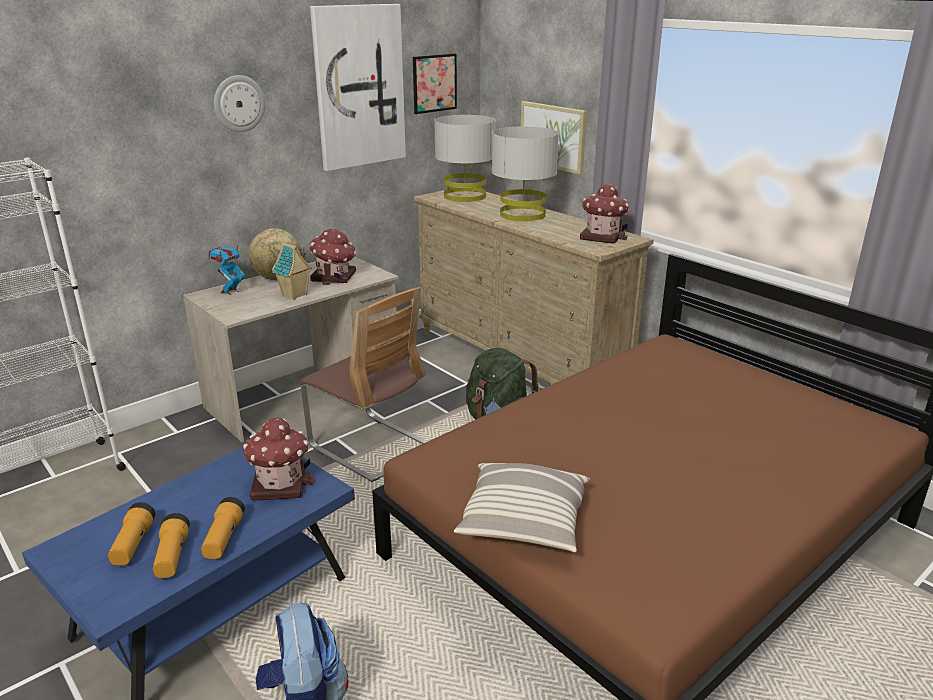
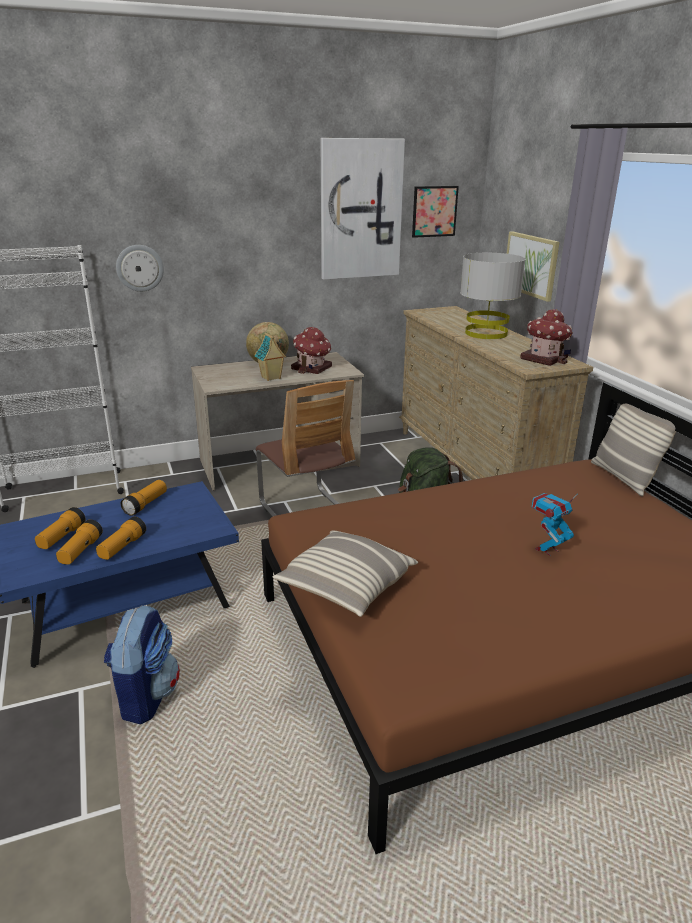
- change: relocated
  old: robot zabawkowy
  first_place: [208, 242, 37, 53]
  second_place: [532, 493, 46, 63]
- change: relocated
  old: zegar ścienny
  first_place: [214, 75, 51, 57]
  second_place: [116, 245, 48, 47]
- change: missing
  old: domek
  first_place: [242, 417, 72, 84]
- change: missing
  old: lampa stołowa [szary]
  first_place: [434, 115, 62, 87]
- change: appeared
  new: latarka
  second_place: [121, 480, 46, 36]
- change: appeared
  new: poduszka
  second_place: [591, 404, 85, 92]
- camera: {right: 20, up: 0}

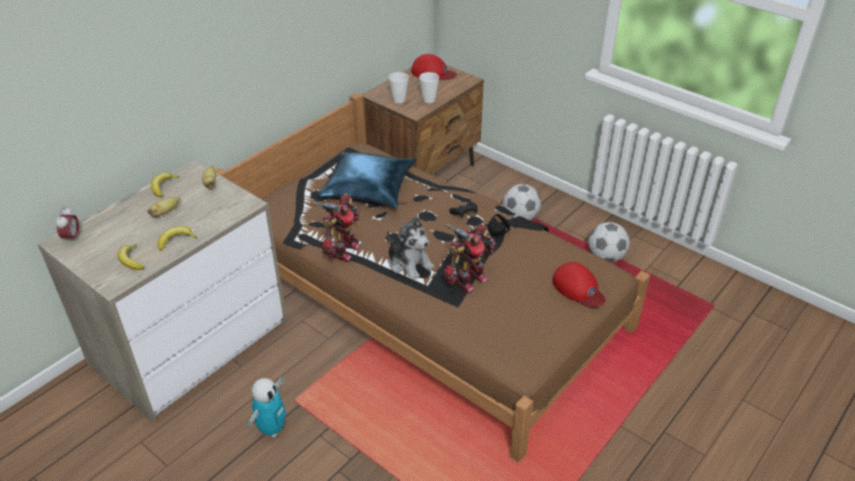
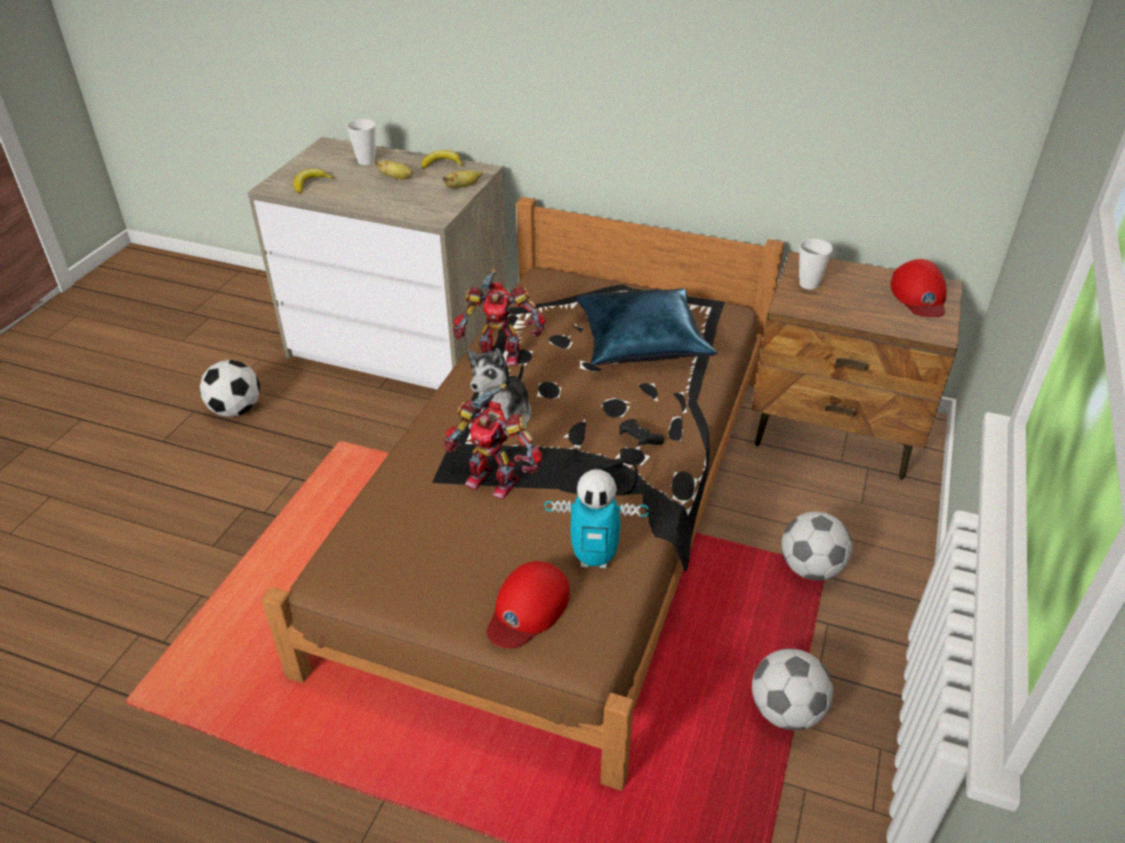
- change: missing
  old: budzik
  first_place: [55, 207, 25, 37]
- change: missing
  old: banan
  first_place: [157, 226, 40, 25]
- change: relocated
  old: robot zabawkowy
  first_place: [248, 376, 38, 61]
  second_place: [544, 469, 105, 99]
- change: relocated
  old: filiżanka
  first_place: [419, 72, 20, 31]
  second_place: [347, 119, 29, 46]
- change: appeared
  new: piłka futbolowa
  second_place: [200, 360, 60, 57]
- camera: {right: 70, up: 0}

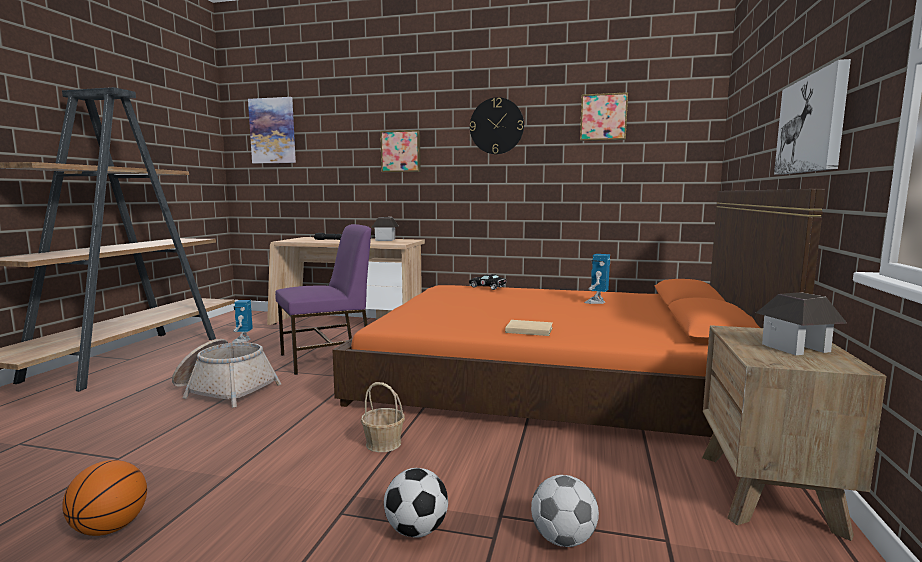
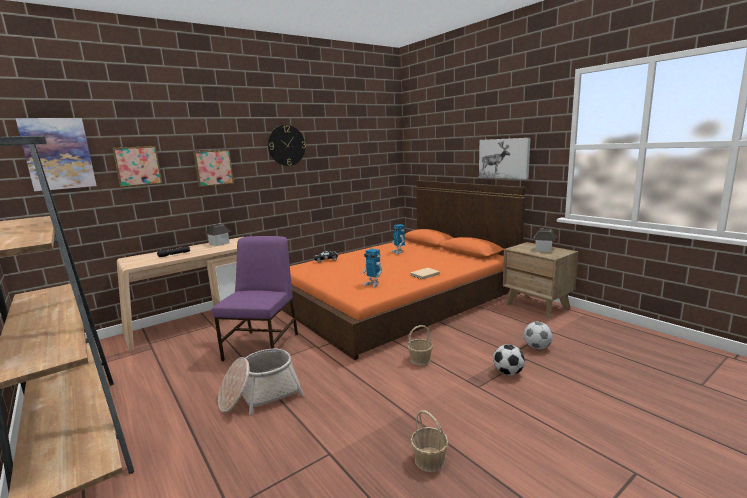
- change: exchanged
  old: piłka do koszykówki
  new: koszyk
  first_place: [62, 460, 85, 76]
  second_place: [411, 410, 38, 62]
- change: relocated
  old: robot zabawkowy
  first_place: [232, 300, 21, 43]
  second_place: [362, 249, 21, 39]
- change: relocated
  old: obraz
  first_place: [580, 92, 48, 49]
  second_place: [112, 146, 50, 41]
- camera: {right: -50, up: 5}

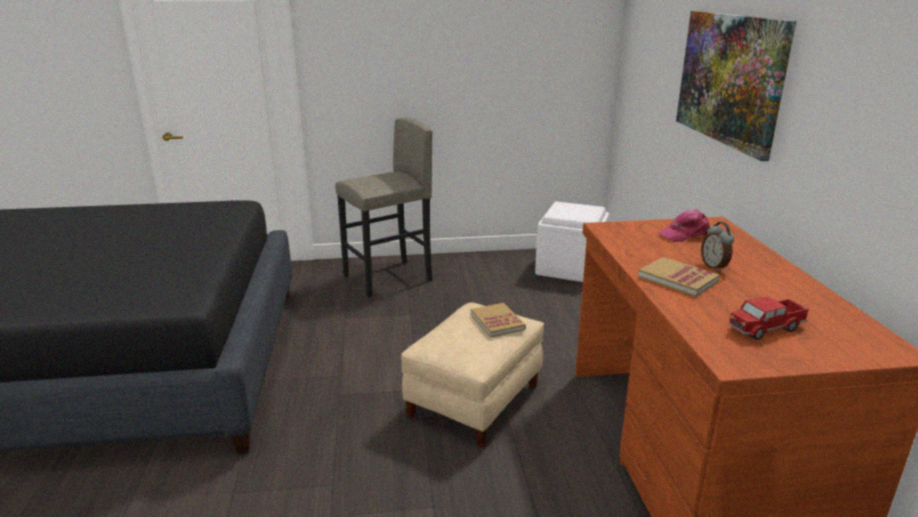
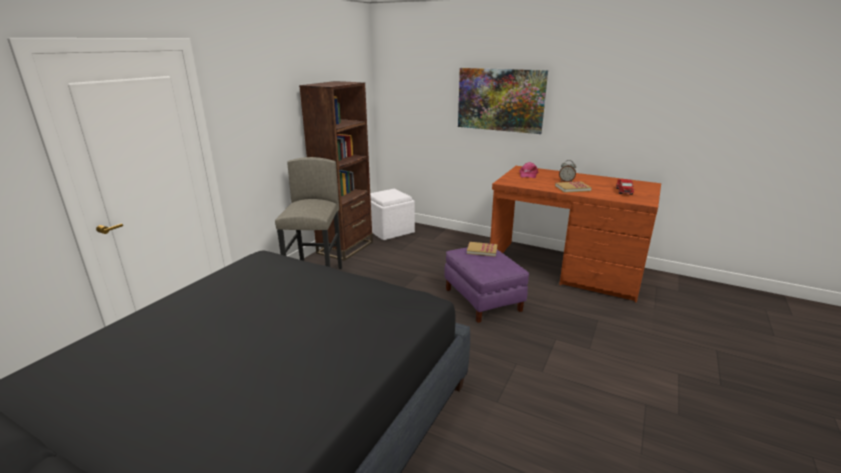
- change: colour
  old: pufa [beżowy]
  new: pufa [fioletowy]
  first_place: [401, 302, 143, 146]
  second_place: [444, 247, 85, 76]
- change: appeared
  new: regał [brązowy]
  second_place: [299, 81, 74, 180]
- camera: {right: -55, up: 0}

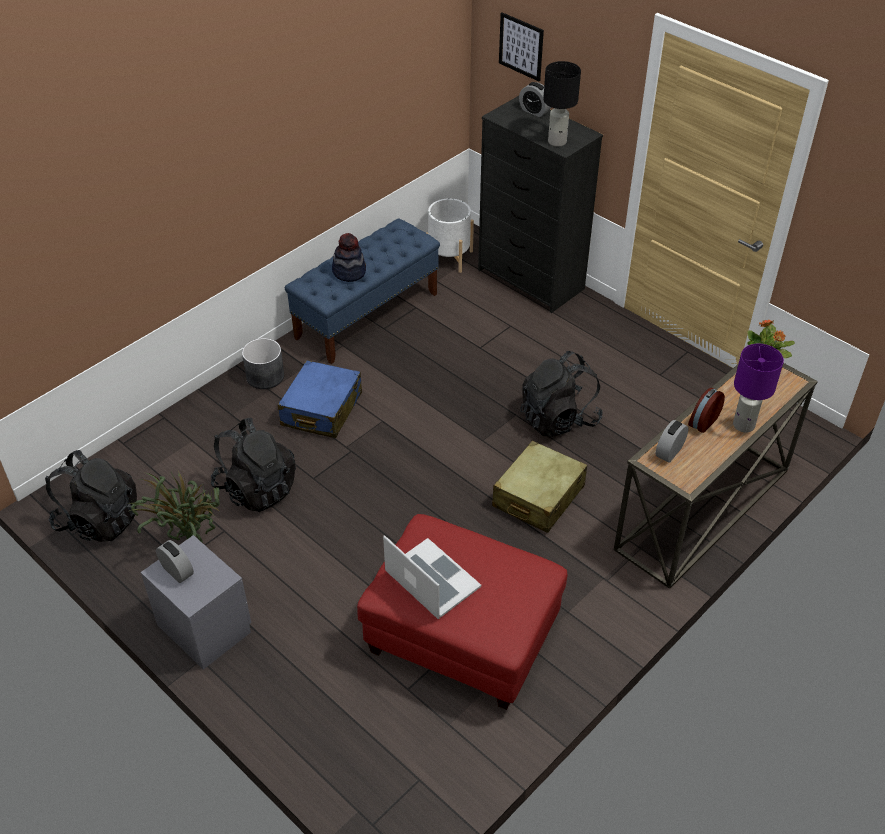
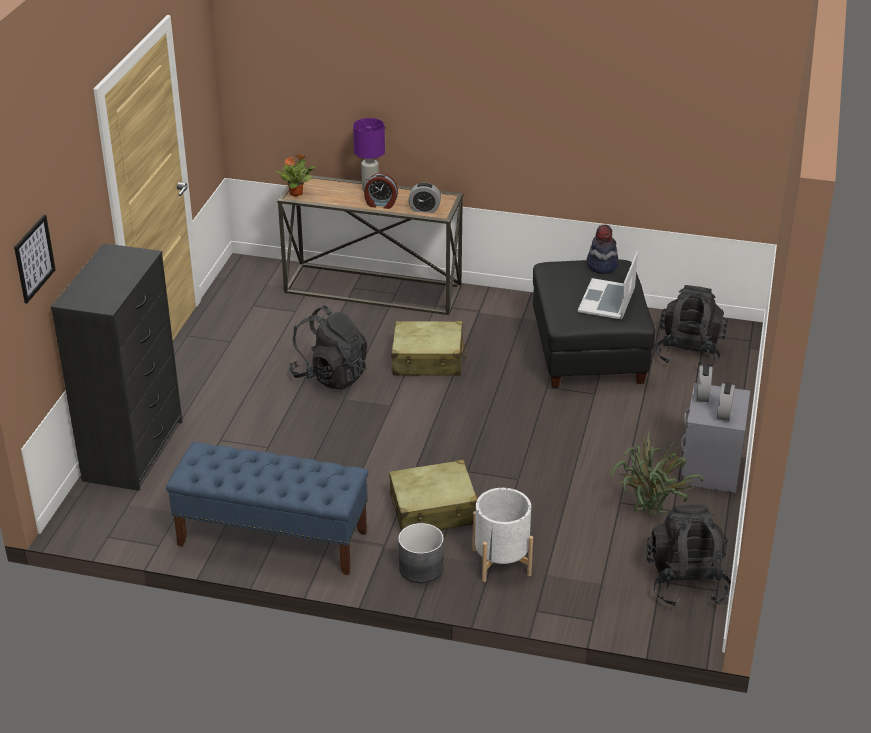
- change: relocated
  old: plecak [czarny]
  first_place: [211, 418, 85, 94]
  second_place: [655, 285, 73, 82]
- change: colour
  old: walizka [niebieski]
  new: walizka [beżowy]
  first_place: [278, 360, 84, 78]
  second_place: [389, 460, 89, 71]
- change: relocated
  old: kapelusz
  first_place: [332, 233, 34, 49]
  second_place: [587, 225, 32, 49]
- change: colour
  old: pufa [czerwony]
  new: pufa [czarny]
  first_place: [357, 514, 210, 196]
  second_place: [533, 259, 123, 129]
- change: relocated
  old: donica [biały]
  first_place: [426, 198, 48, 75]
  second_place: [472, 488, 61, 94]
- change: relocated
  old: budzik
  first_place: [519, 82, 32, 35]
  second_place: [696, 365, 16, 37]
- change: missing
  old: lampa stołowa [czarny]
  first_place: [543, 61, 38, 86]
- camera: {right: -120, up: -10}

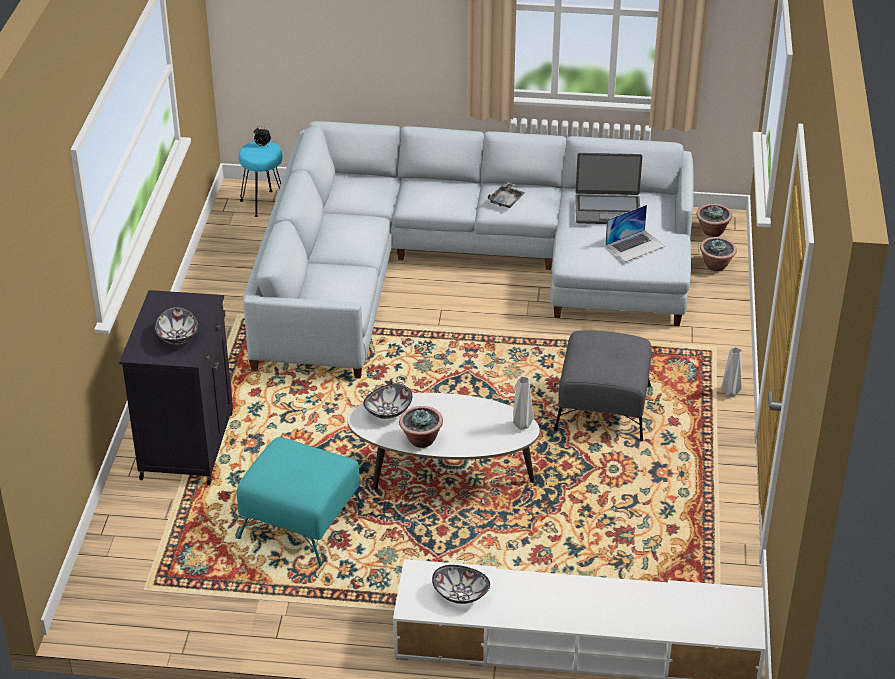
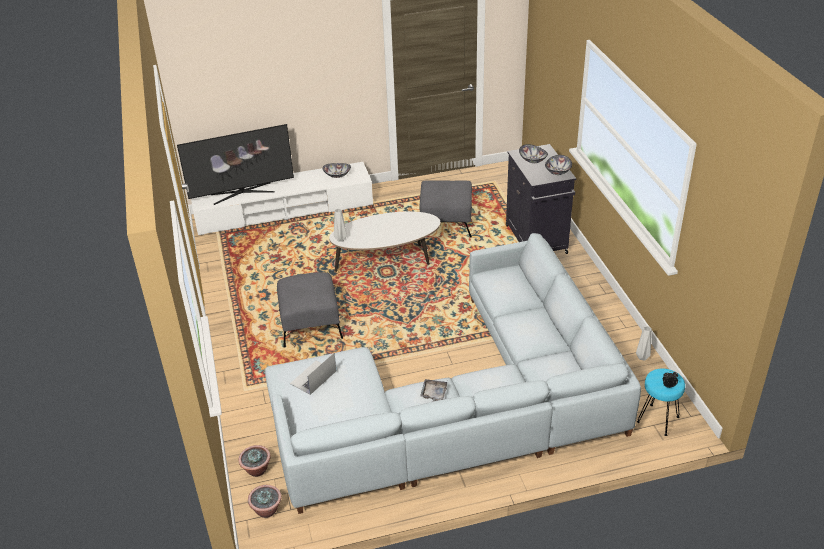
- change: colour
  old: pufa [turkusowy]
  new: pufa [szary]
  first_place: [237, 437, 127, 129]
  second_place: [420, 181, 52, 56]
- change: relocated
  old: miska
  first_place: [363, 383, 49, 36]
  second_place: [545, 155, 27, 20]
- change: missing
  old: roślina doniczkowa
  first_place: [399, 406, 44, 42]
- change: missing
  old: laptop
  first_place: [575, 153, 67, 71]
- change: relocated
  old: wazon [szary]
  first_place: [721, 347, 21, 49]
  second_place: [636, 326, 16, 35]
- change: appeared
  new: telewizor
  second_place: [177, 124, 117, 81]
- camera: {right: 160, up: 0}

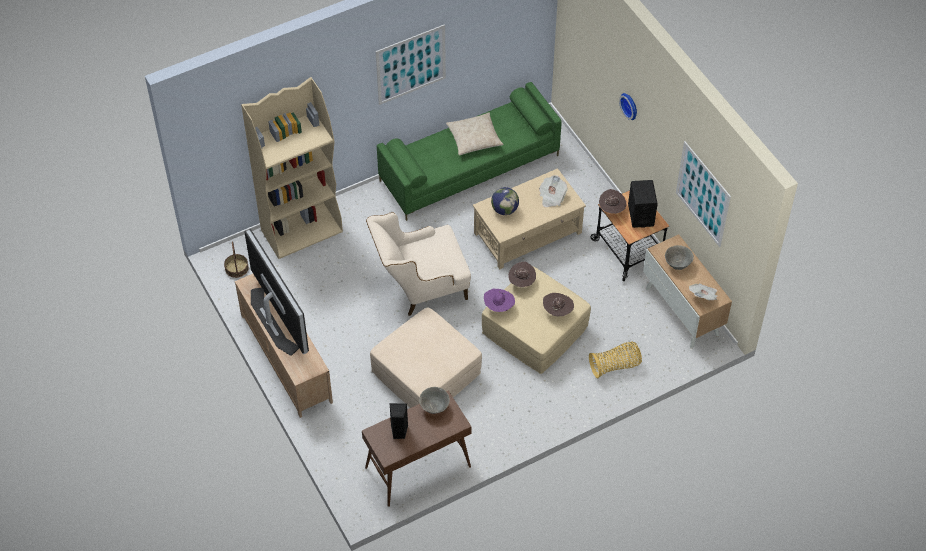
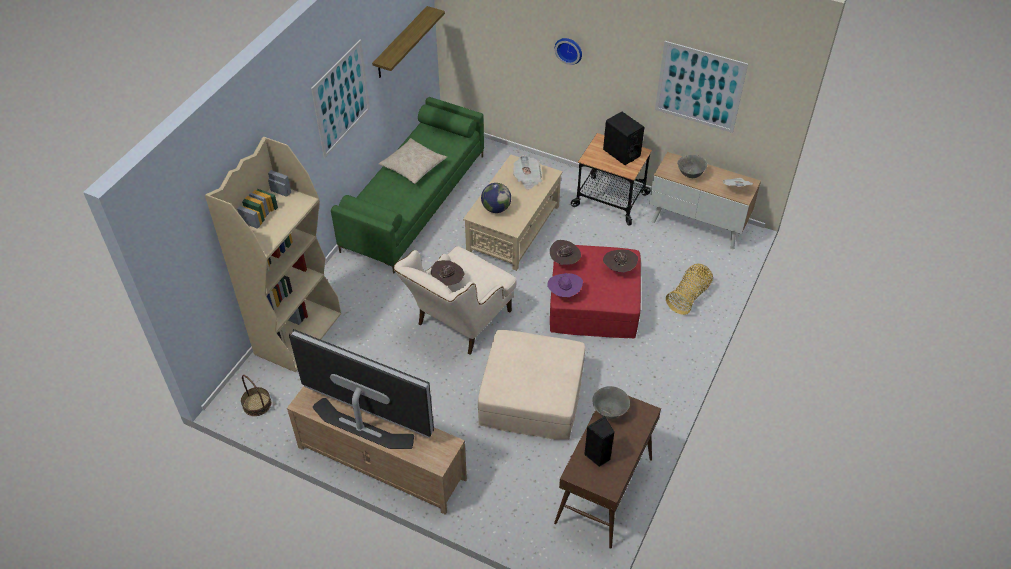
- change: colour
  old: pufa [beżowy]
  new: pufa [czerwony]
  first_place: [482, 267, 109, 107]
  second_place: [550, 245, 91, 93]
- change: relocated
  old: kapelusz [brązowy]
  first_place: [599, 189, 27, 25]
  second_place: [431, 260, 34, 26]
- change: appeared
  new: półka
  second_place: [372, 6, 73, 72]
- camera: {right: -35, up: -5}

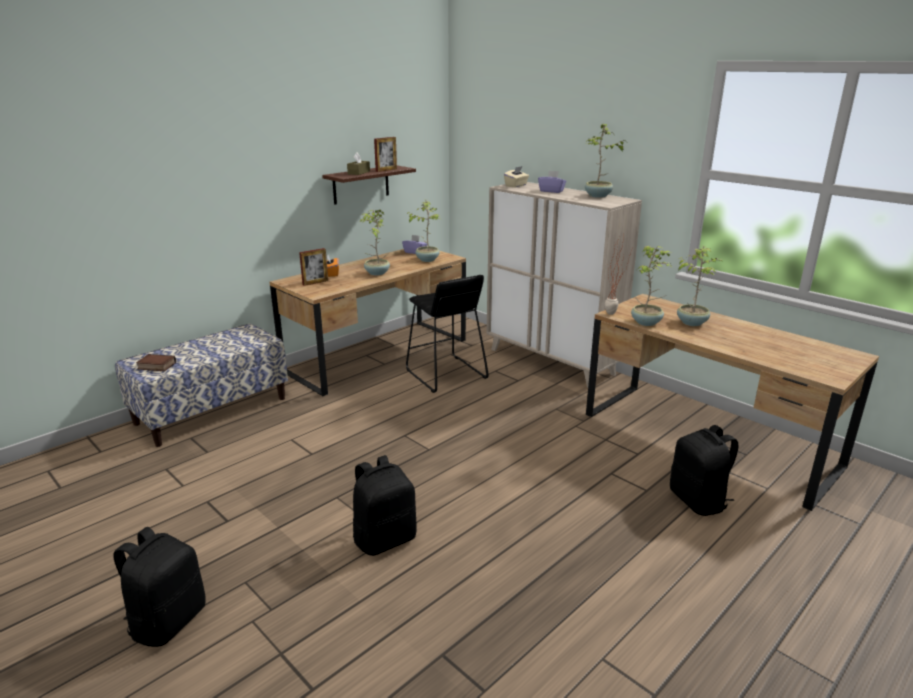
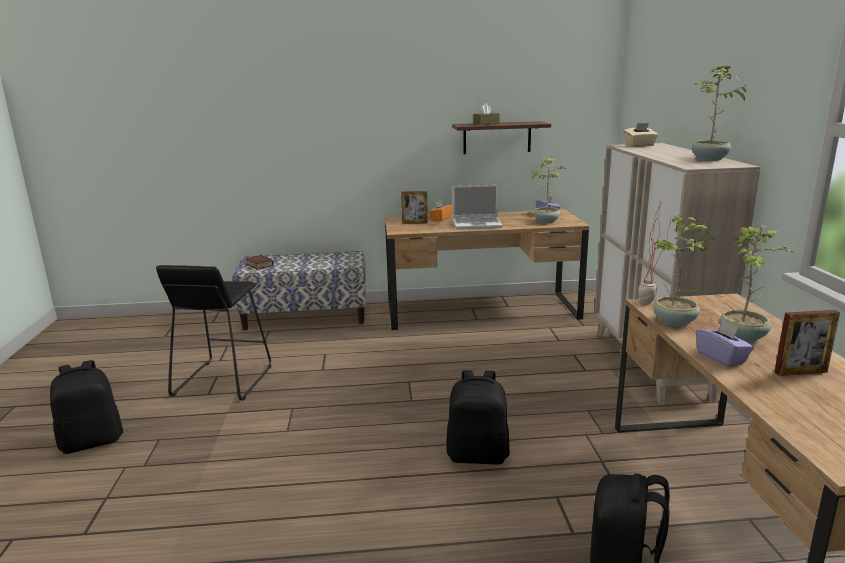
- change: relocated
  old: plecak [czarny]
  first_place: [353, 455, 64, 101]
  second_place: [446, 370, 64, 95]
- change: exchanged
  old: roślina doniczkowa
  new: laptop
  first_place: [360, 210, 30, 66]
  second_place: [453, 185, 49, 45]
- change: relocated
  old: ramka na zdjęcie
  first_place: [374, 137, 23, 35]
  second_place: [774, 310, 66, 66]
- change: relocated
  old: stołek [czarny]
  first_place: [406, 275, 83, 118]
  second_place: [156, 265, 115, 136]
- change: relocated
  old: pudełko chusteczek [fioletowy]
  first_place: [538, 171, 29, 22]
  second_place: [696, 320, 58, 47]
- camera: {right: 40, up: -5}

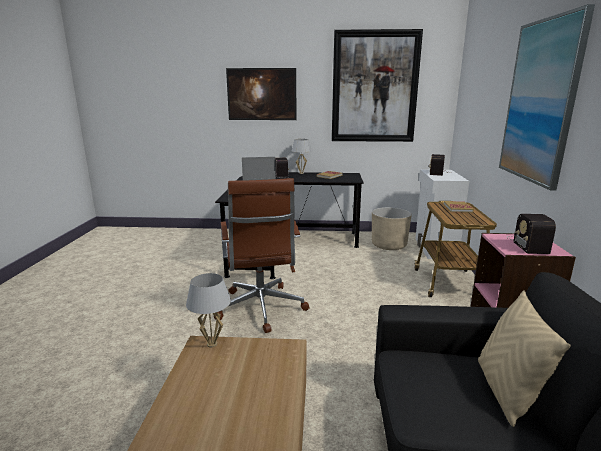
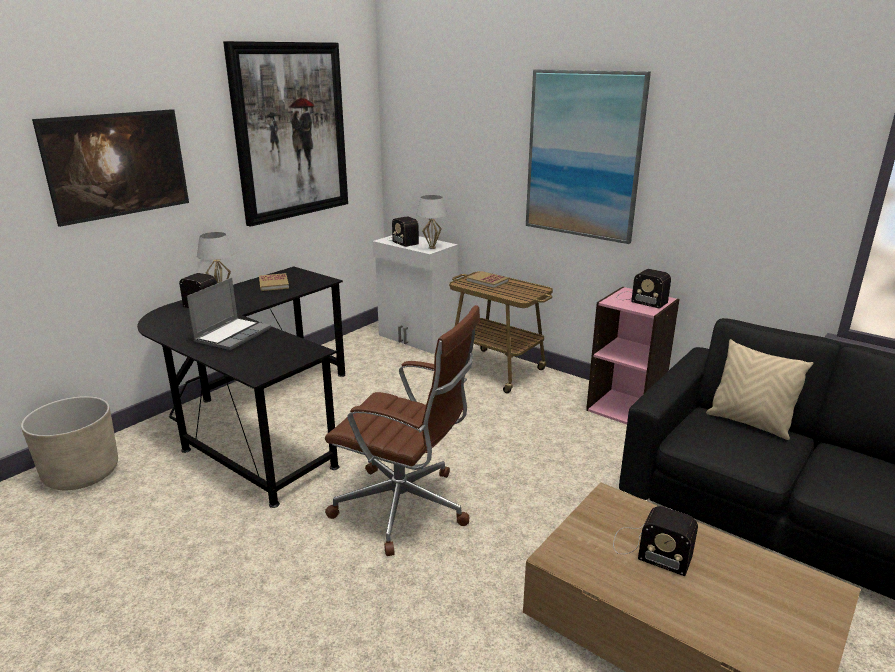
- change: relocated
  old: lampa stołowa [biały]
  first_place: [186, 273, 45, 74]
  second_place: [416, 195, 31, 54]
- change: relocated
  old: donica [beżowy]
  first_place: [372, 207, 40, 43]
  second_place: [21, 396, 97, 94]
- change: appeared
  new: radio
  second_place: [613, 506, 85, 70]
- camera: {right: -55, up: 5}

